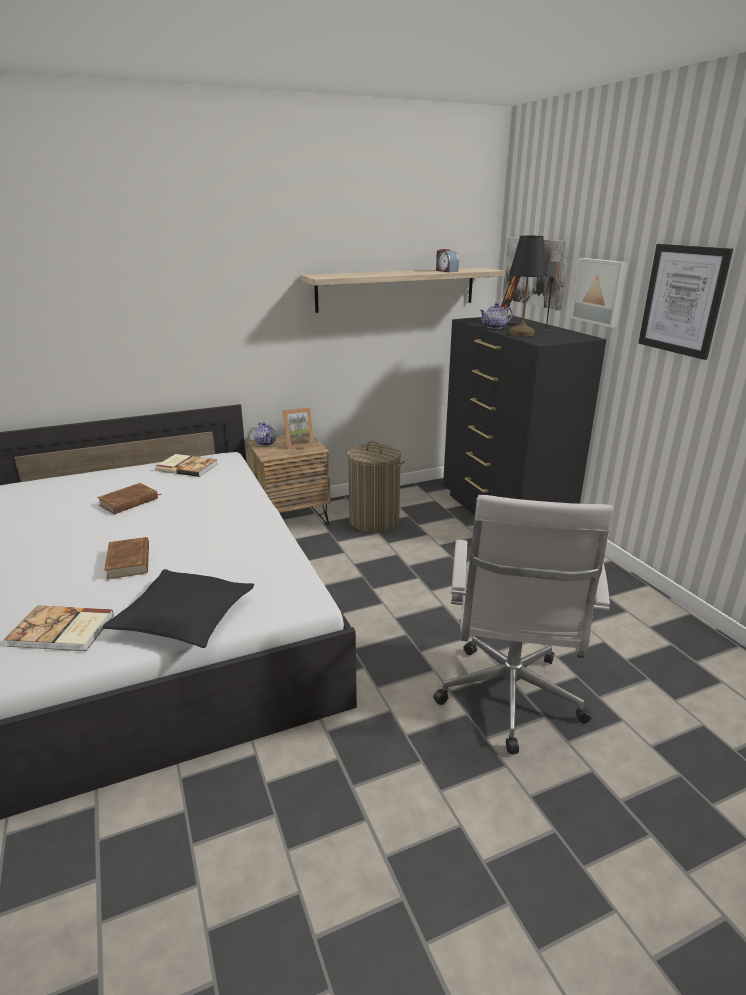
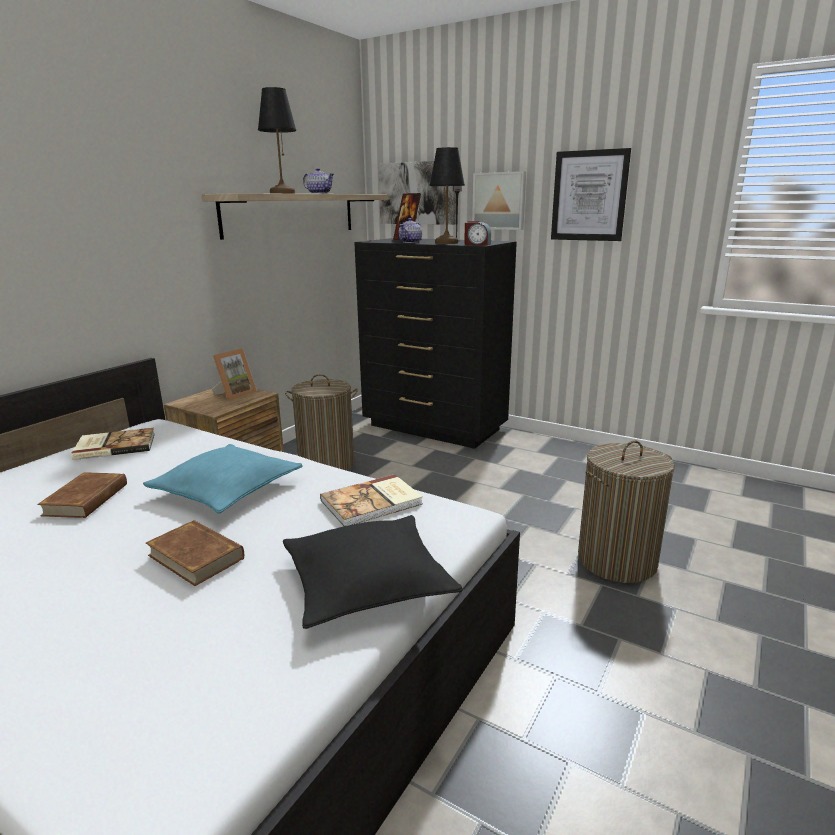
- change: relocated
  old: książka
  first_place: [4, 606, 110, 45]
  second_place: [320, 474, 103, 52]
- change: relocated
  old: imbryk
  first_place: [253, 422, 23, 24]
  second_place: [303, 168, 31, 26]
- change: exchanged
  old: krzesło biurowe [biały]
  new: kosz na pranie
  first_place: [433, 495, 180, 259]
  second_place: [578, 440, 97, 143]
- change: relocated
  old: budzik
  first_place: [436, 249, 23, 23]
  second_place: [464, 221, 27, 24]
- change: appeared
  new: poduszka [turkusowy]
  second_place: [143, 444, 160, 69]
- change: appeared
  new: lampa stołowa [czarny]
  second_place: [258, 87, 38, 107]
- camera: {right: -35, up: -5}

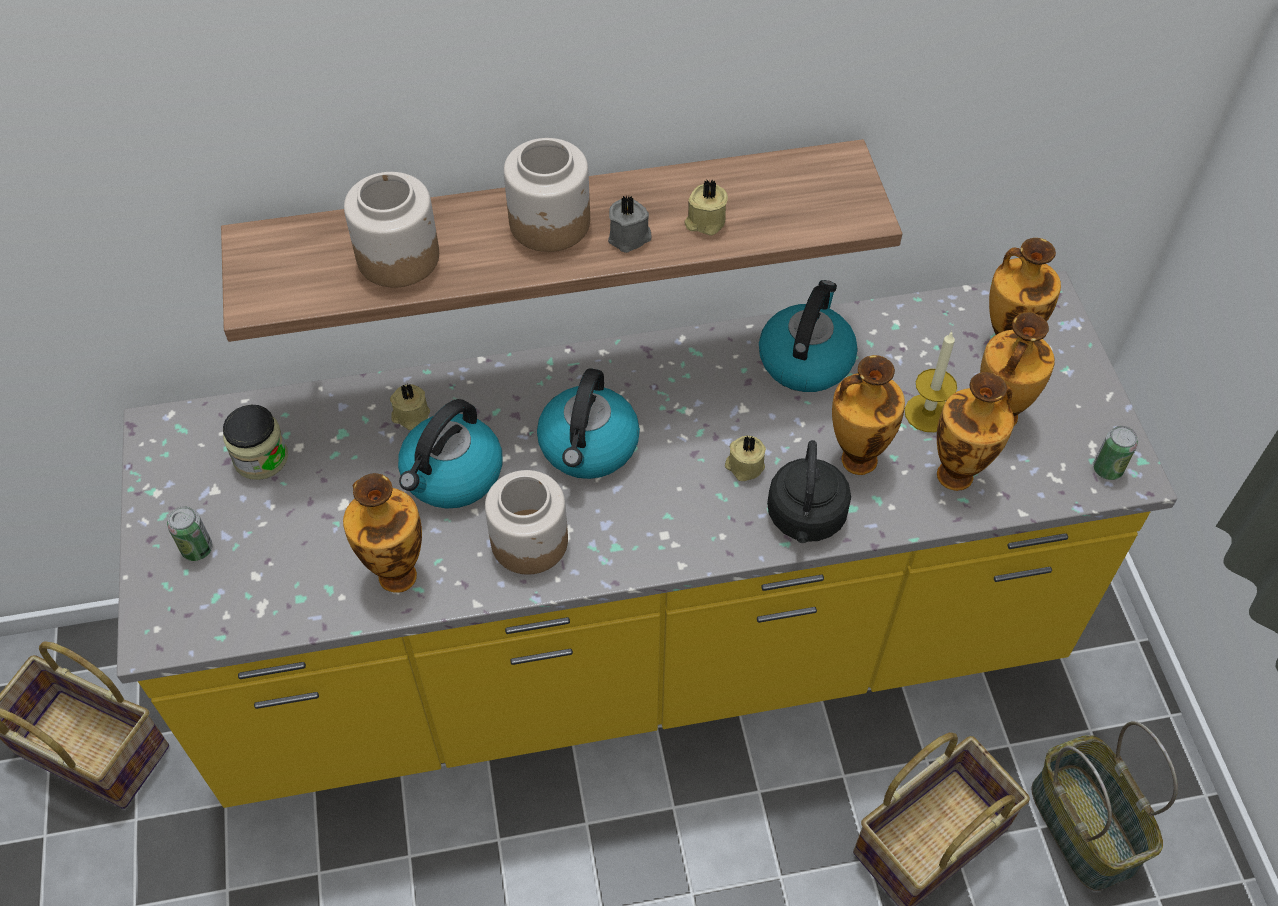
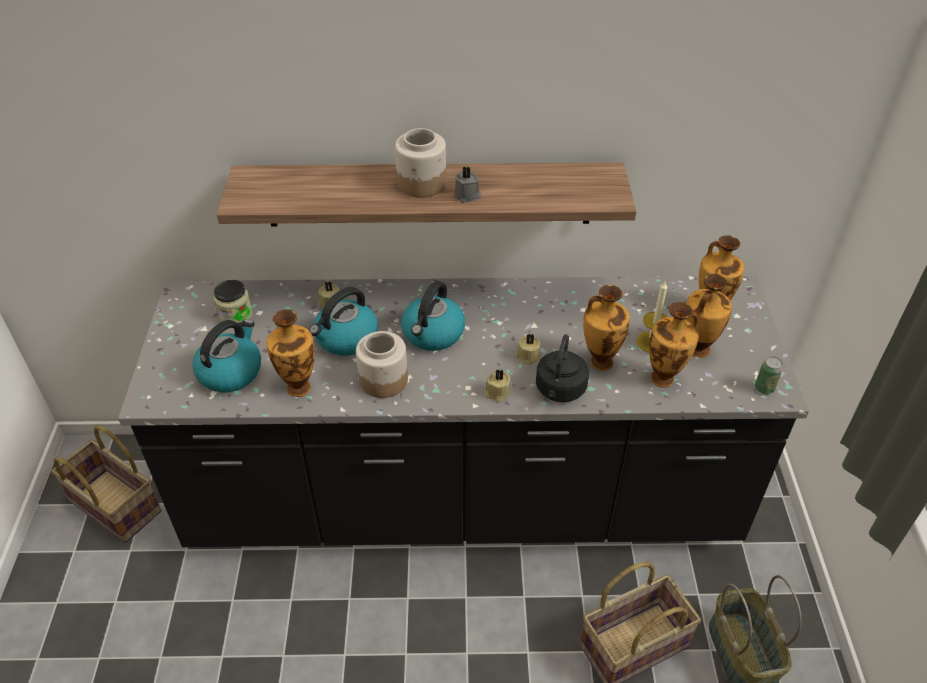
- change: colour
  old: zabudowa kuchenna [żółty]
  new: zabudowa kuchenna [czarny]
  first_place: [117, 271, 1060, 537]
  second_place: [118, 276, 691, 271]
- change: missing
  old: puszka
  first_place: [167, 506, 46, 55]
- change: missing
  old: słoik
  first_place: [344, 172, 95, 116]
- change: relocated
  old: świeca [beżowy]
  first_place: [684, 179, 44, 57]
  second_place: [484, 369, 26, 33]
- change: relocated
  old: czajnik
  first_place: [759, 280, 98, 112]
  second_place: [192, 319, 69, 73]
- camera: {right: 10, up: -10}

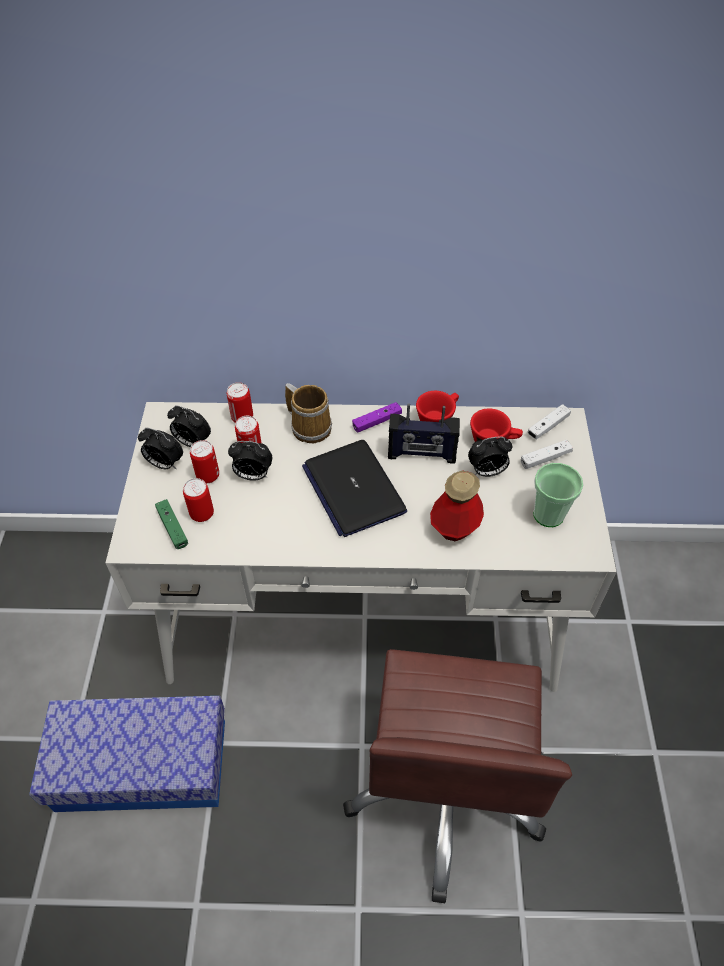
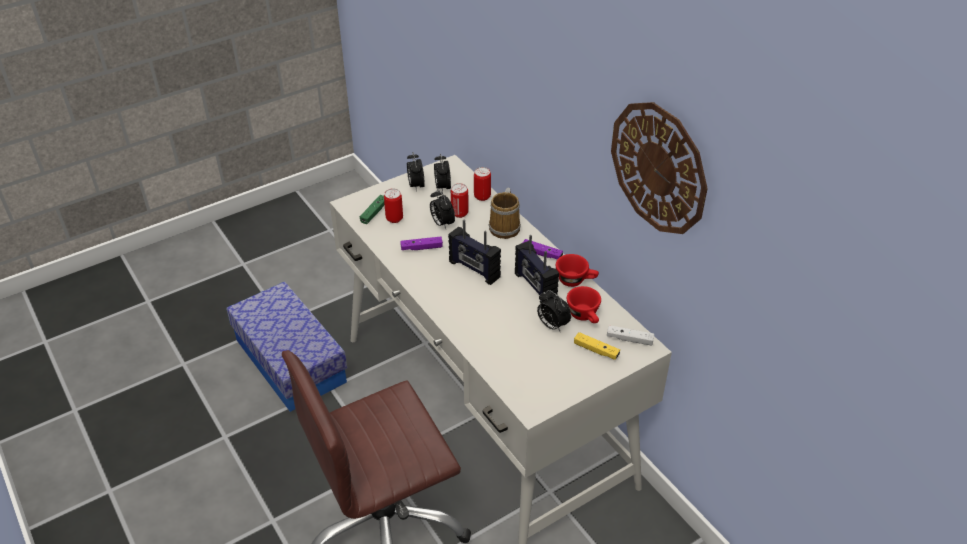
- change: missing
  old: puszka
  first_place: [190, 440, 29, 43]
- change: exchanged
  old: laptop
  new: radio
  first_place: [302, 440, 105, 97]
  second_place: [448, 220, 53, 65]
- change: missing
  old: butelka
  first_place: [430, 470, 54, 71]
- change: colour
  old: pad do gier [biały]
  new: pad do gier [żółty]
  first_place: [521, 440, 52, 29]
  second_place: [574, 332, 46, 28]
- change: missing
  old: filiżanka
  first_place: [533, 463, 50, 64]
- change: appeared
  new: pad do gier [fioletowy]
  second_place: [400, 236, 43, 14]
- change: appeared
  new: zegar ścienny
  second_place: [611, 102, 97, 132]
- camera: {right: 55, up: -10}

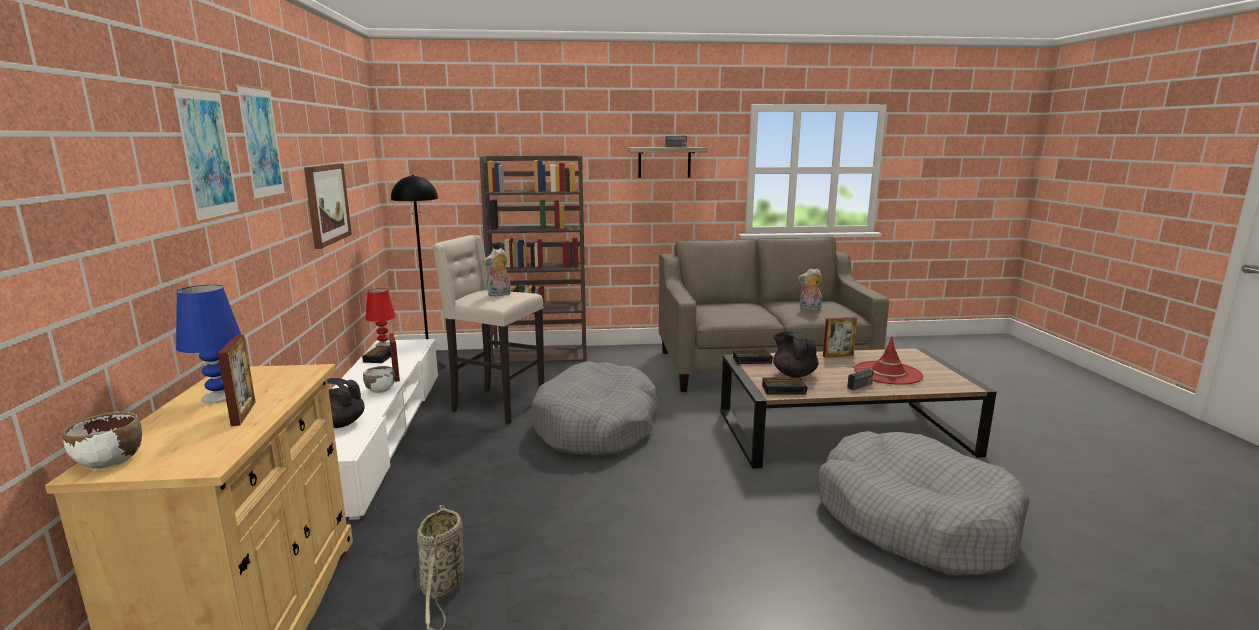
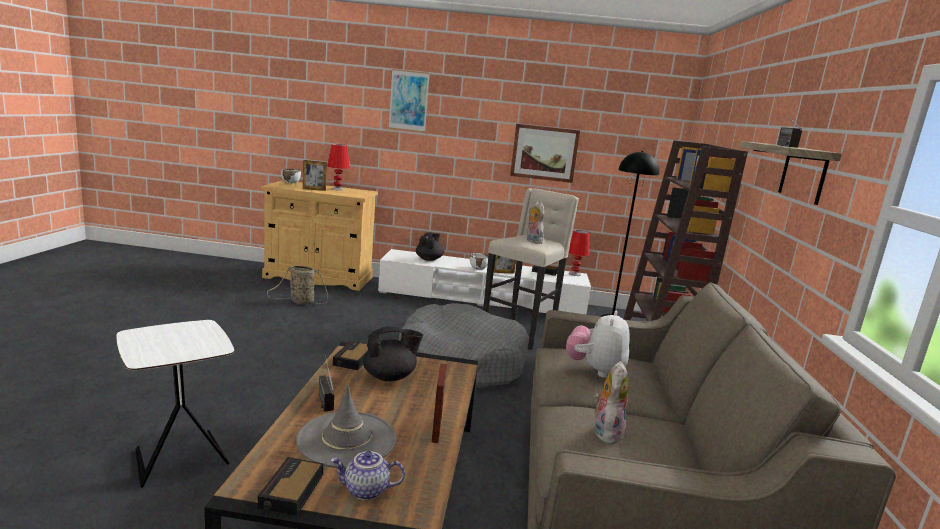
- change: colour
  old: lampa stołowa [niebieski]
  new: lampa stołowa [czerwony]
  first_place: [176, 285, 65, 118]
  second_place: [327, 144, 23, 47]
- change: missing
  old: obraz
  first_place: [235, 84, 51, 116]
- change: relocated
  old: budzik
  first_place: [733, 349, 40, 15]
  second_place: [258, 457, 66, 59]
- change: exchanged
  old: legowisko [szary]
  new: stolik [biały]
  first_place: [819, 431, 211, 144]
  second_place: [116, 320, 118, 168]
- change: colour
  old: kapelusz [czerwony]
  new: kapelusz [szary]
  first_place: [854, 337, 69, 48]
  second_place: [296, 385, 100, 83]
- change: appeared
  new: imbryk
  second_place: [331, 451, 74, 49]
- change: appeared
  new: pluszak
  second_place: [566, 311, 64, 67]
- camera: {right: 100, up: 0}

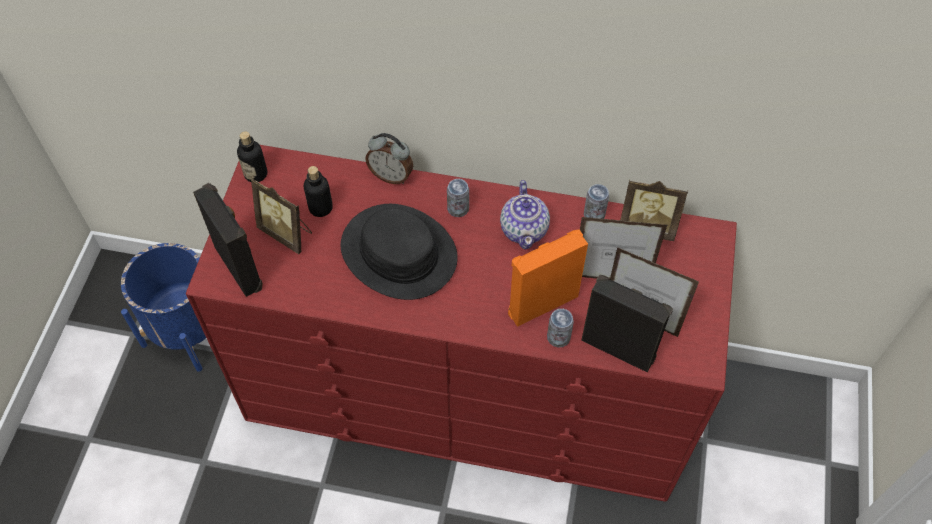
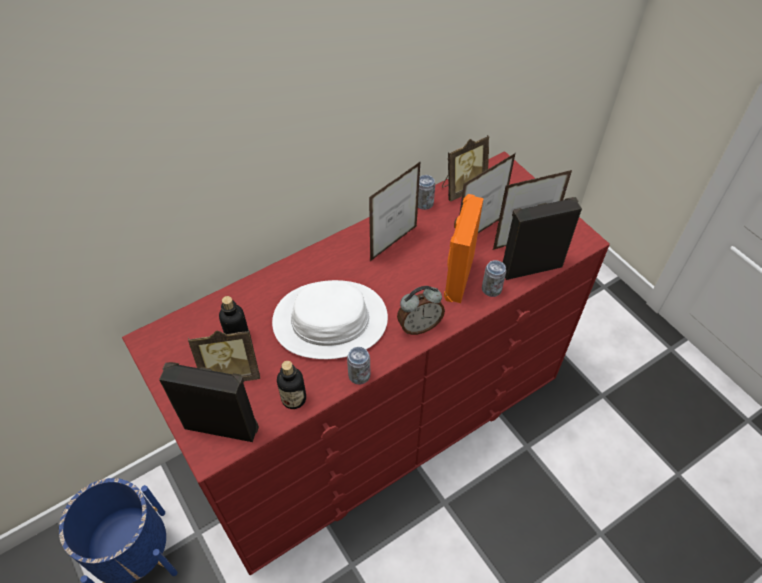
- change: relocated
  old: butelka
  first_place: [237, 131, 30, 51]
  second_place: [277, 361, 29, 48]
- change: colour
  old: kapelusz [czarny]
  new: kapelusz [biały]
  first_place: [341, 204, 117, 96]
  second_place: [272, 280, 116, 79]
- change: relocated
  old: budzik
  first_place: [365, 133, 48, 51]
  second_place: [397, 286, 48, 49]
- change: relocated
  old: puszka
  first_place: [447, 179, 22, 38]
  second_place: [347, 347, 23, 38]
- change: exchanged
  old: imbryk
  new: ramka na zdjęcie
  first_place: [500, 180, 50, 69]
  second_place: [369, 161, 52, 100]
- camera: {right: -45, up: -5}

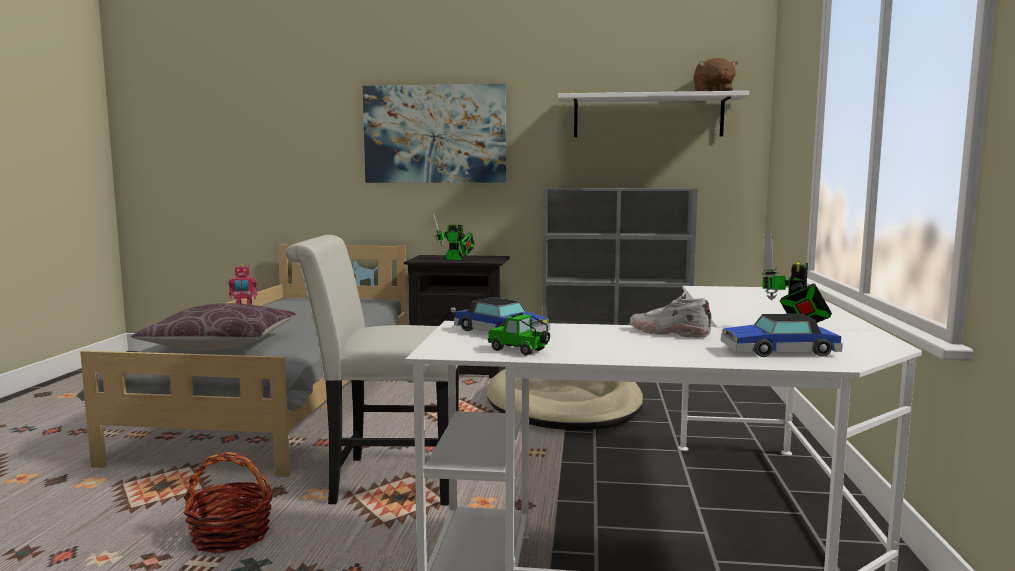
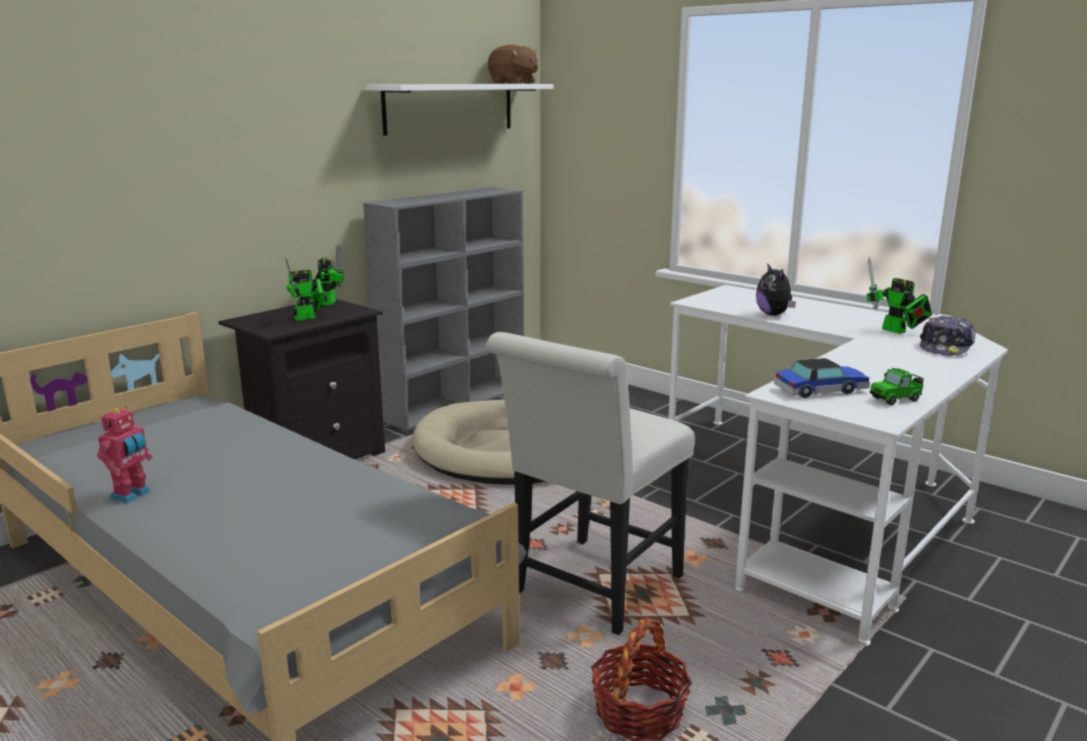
- change: missing
  old: poduszka [brązowy]
  first_place: [131, 303, 165, 48]
- change: missing
  old: obraz
  first_place: [363, 84, 143, 99]
- change: missing
  old: but [biały]
  first_place: [630, 291, 81, 47]
- change: exchanged
  old: samochodzik
  new: czapka z daszkiem
  first_place: [721, 314, 122, 43]
  second_place: [920, 315, 56, 41]
- change: appeared
  new: robot zabawkowy
  second_place: [314, 244, 30, 61]
- change: appeared
  new: pluszak
  second_place: [756, 263, 40, 53]
- camera: {right: -55, up: 10}

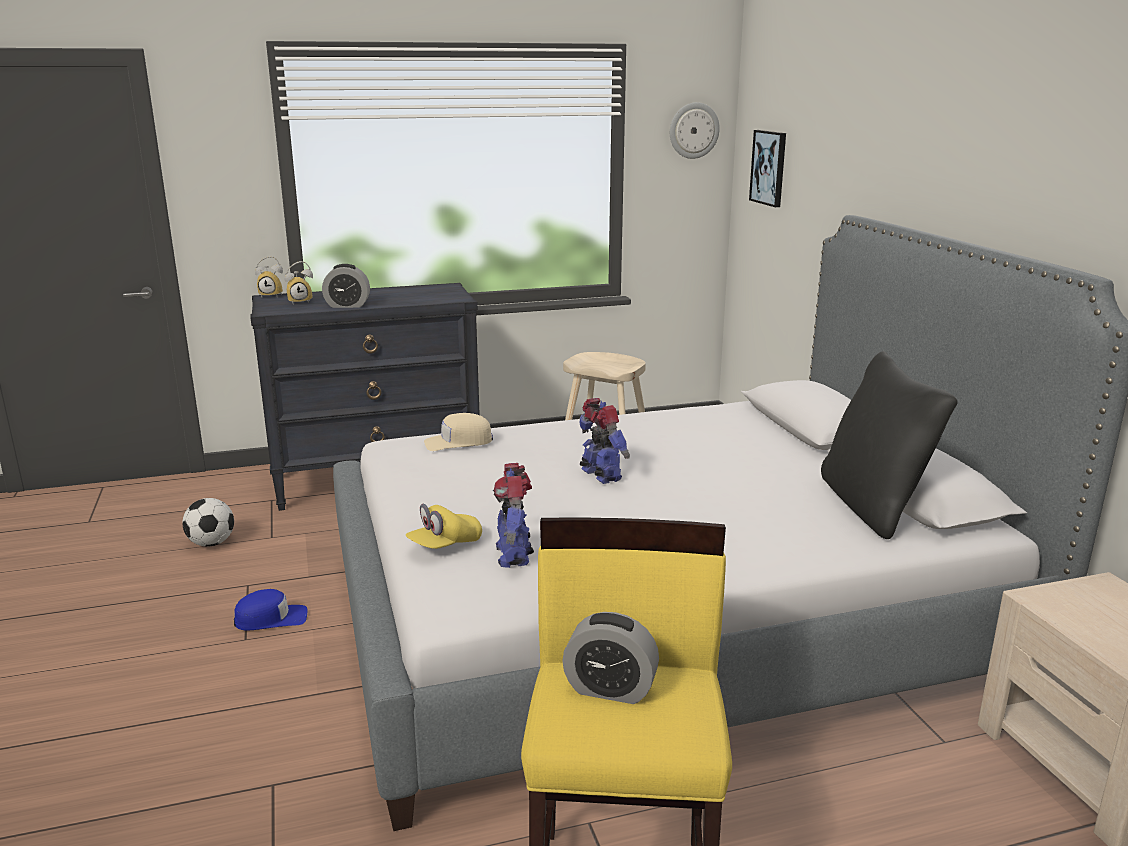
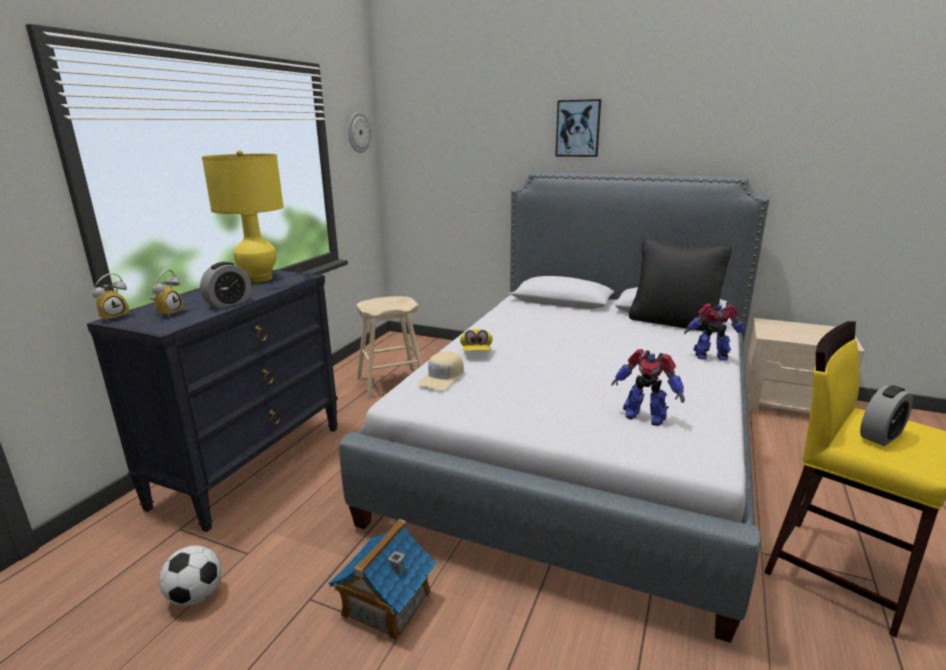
- change: exchanged
  old: czapka z daszkiem [niebieski]
  new: domek
  first_place: [234, 589, 73, 41]
  second_place: [329, 519, 108, 122]
- change: relocated
  old: czapka z daszkiem [żółty]
  first_place: [406, 504, 76, 45]
  second_place: [460, 329, 33, 22]
- change: relocated
  old: robot zabawkowy
  first_place: [580, 398, 50, 86]
  second_place: [684, 304, 61, 56]
- change: relocated
  old: obraz
  first_place: [749, 130, 37, 77]
  second_place: [556, 99, 45, 58]
- change: appeared
  new: lampa stołowa [żółty]
  second_place: [202, 150, 82, 133]
- camera: {right: -50, up: 0}

